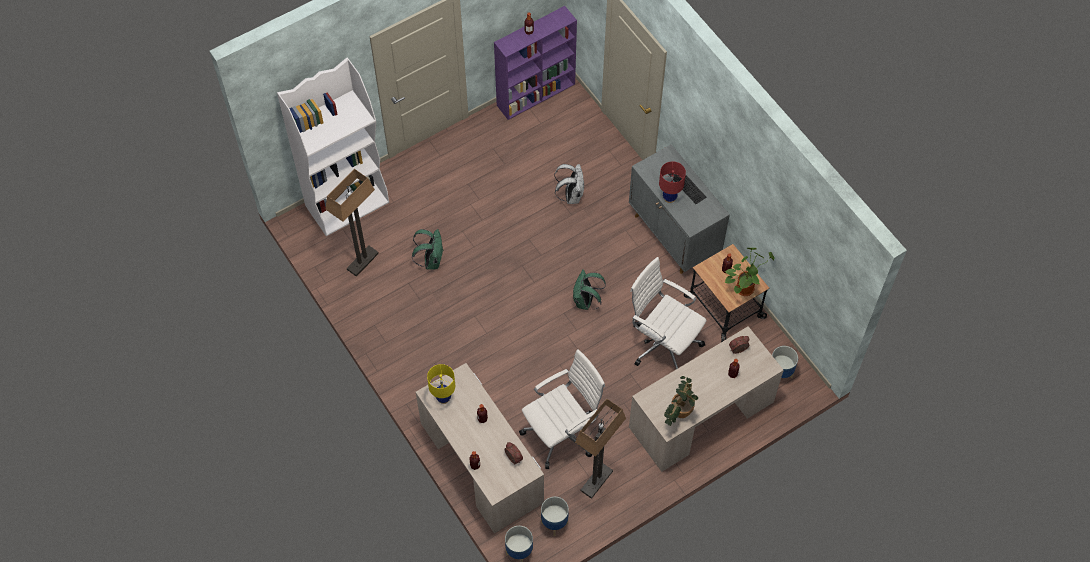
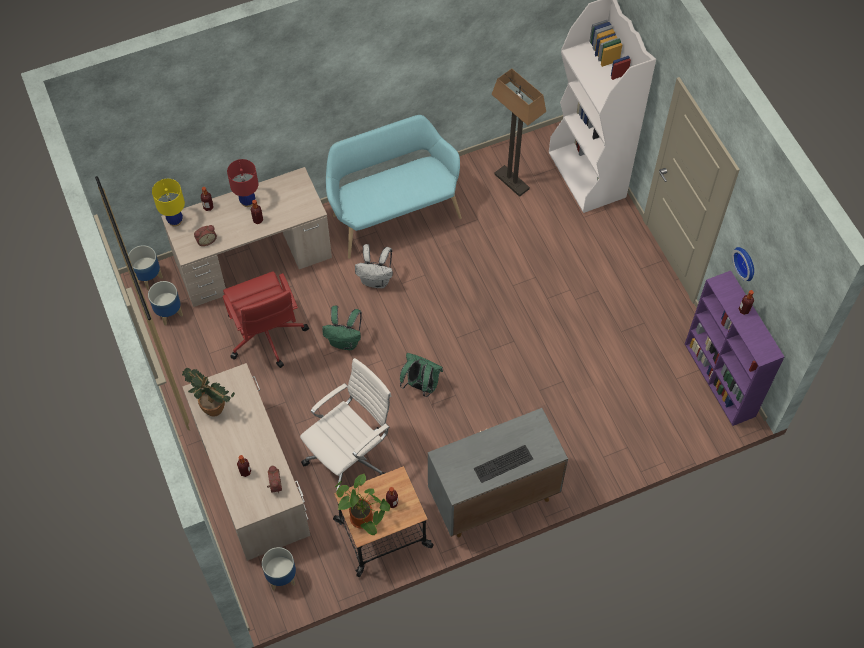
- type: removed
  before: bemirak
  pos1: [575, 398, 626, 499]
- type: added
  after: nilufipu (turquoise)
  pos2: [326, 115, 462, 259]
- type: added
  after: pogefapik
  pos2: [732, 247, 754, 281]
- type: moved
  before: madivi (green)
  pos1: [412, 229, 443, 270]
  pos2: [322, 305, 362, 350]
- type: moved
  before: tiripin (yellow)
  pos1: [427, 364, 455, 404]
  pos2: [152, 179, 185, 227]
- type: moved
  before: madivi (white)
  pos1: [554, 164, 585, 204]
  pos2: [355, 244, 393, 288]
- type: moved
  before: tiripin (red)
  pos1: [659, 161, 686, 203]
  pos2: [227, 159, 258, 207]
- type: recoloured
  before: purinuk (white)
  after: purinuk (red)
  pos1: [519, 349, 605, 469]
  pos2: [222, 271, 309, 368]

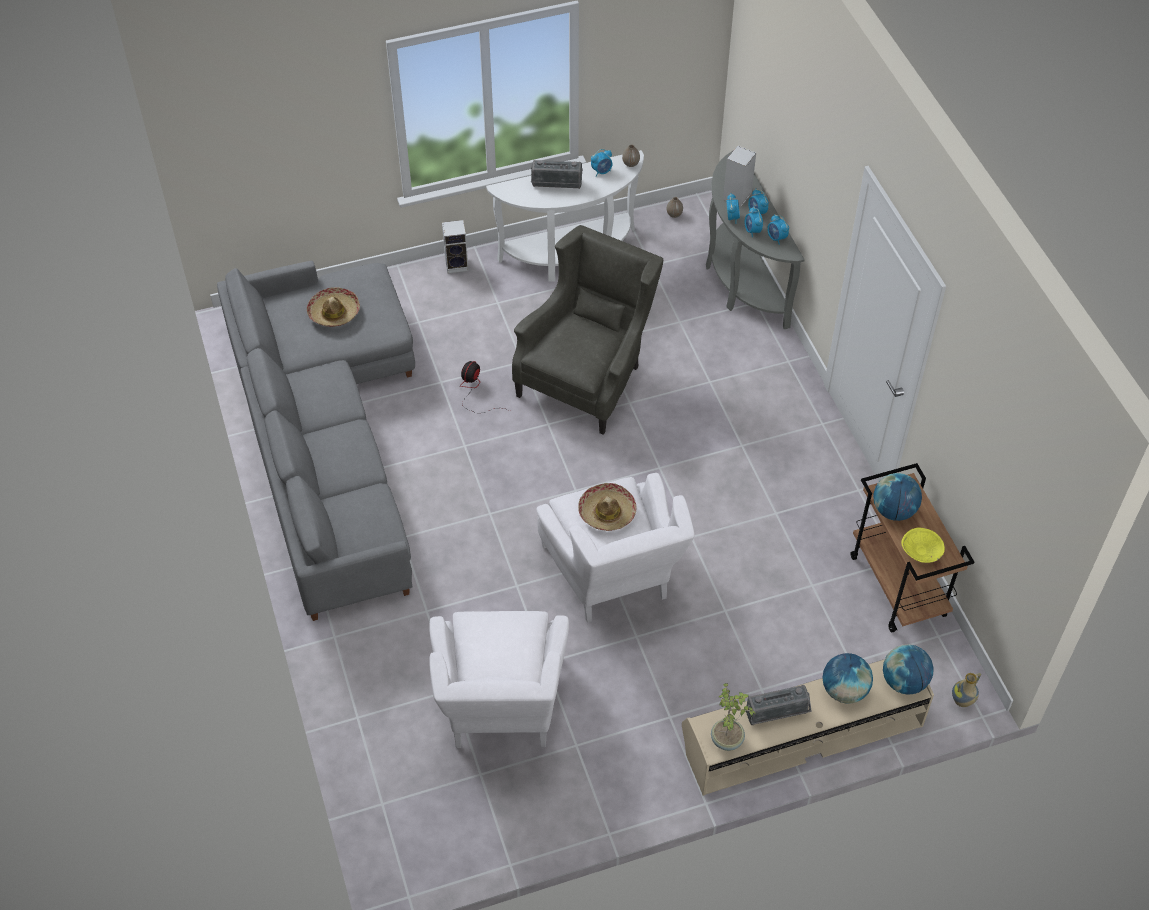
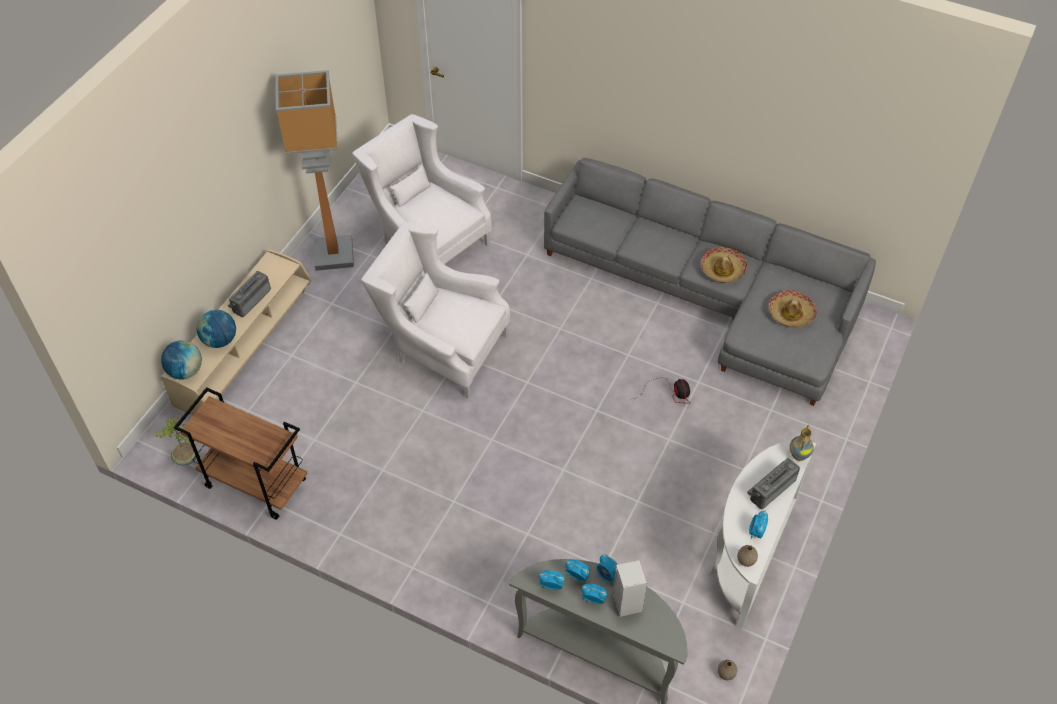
- type: removed
  before: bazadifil
  pos1: [442, 220, 469, 274]
- type: removed
  before: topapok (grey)
  pos1: [512, 225, 663, 435]
- type: removed
  before: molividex
  pos1: [873, 473, 922, 521]
- type: removed
  before: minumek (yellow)
  pos1: [901, 528, 945, 563]
- type: added
  after: bemirak
  pos2: [275, 70, 354, 271]
- type: moved
  before: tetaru
  pos1: [578, 483, 637, 531]
  pos2: [701, 247, 747, 283]
- type: moved
  before: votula
  pos1: [711, 683, 755, 751]
  pos2: [156, 417, 197, 466]
- type: moved
  before: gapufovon
  pos1: [952, 673, 981, 707]
  pos2: [789, 425, 814, 461]

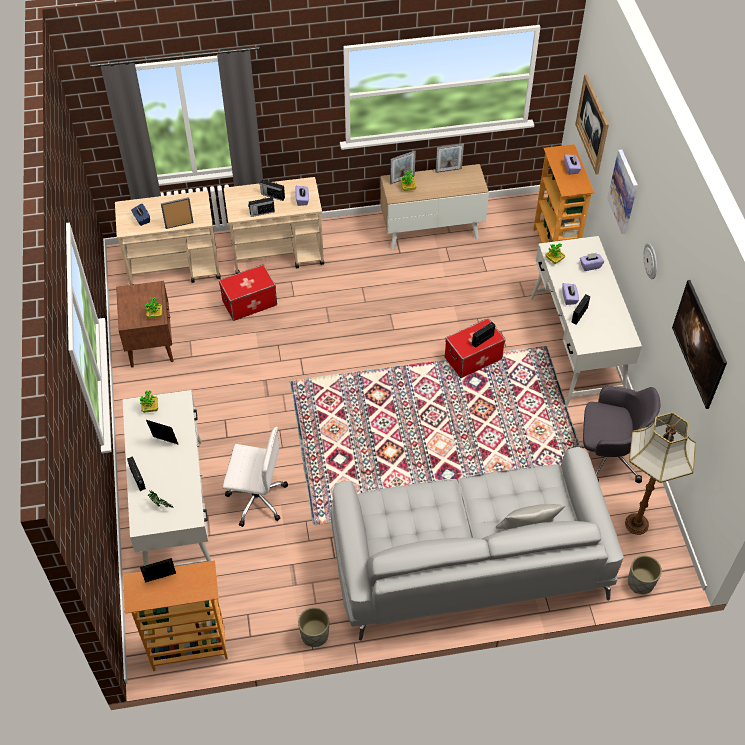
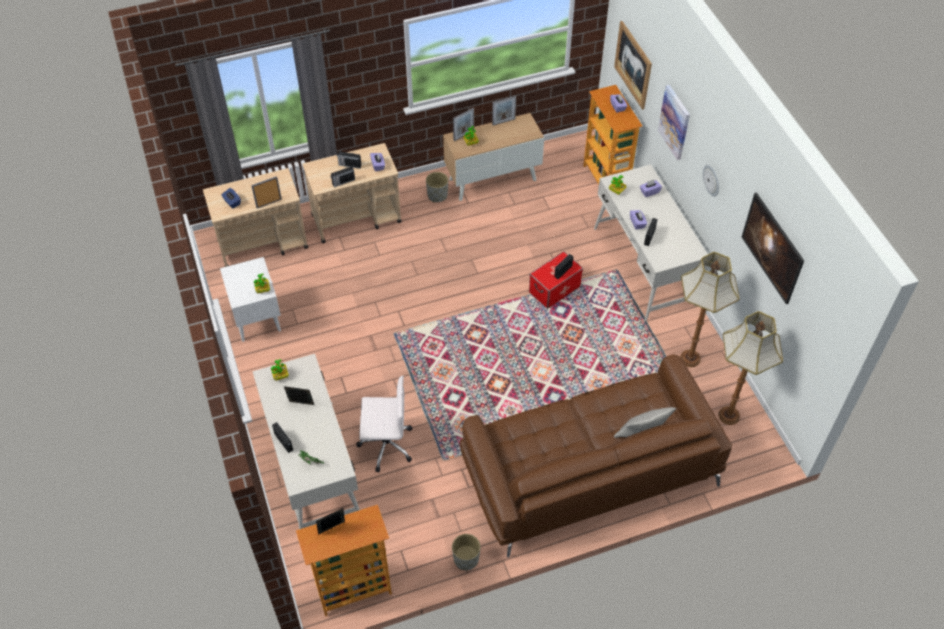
- type: removed
  before: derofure
  pos1: [219, 264, 277, 321]
- type: moved
  before: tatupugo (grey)
  pos1: [628, 555, 662, 594]
  pos2: [426, 172, 448, 202]
- type: replaced
  before: purinuk (grey)
  after: bemirak
  pos1: [573, 386, 661, 483]
  pos2: [680, 252, 740, 367]
- type: recoloured
  before: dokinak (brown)
  after: dokinak (white)
  pos1: [116, 281, 174, 368]
  pos2: [220, 257, 281, 342]
- type: recoloured
  before: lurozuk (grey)
  after: lurozuk (brown)
  pos1: [331, 447, 624, 640]
  pos2: [460, 354, 732, 557]

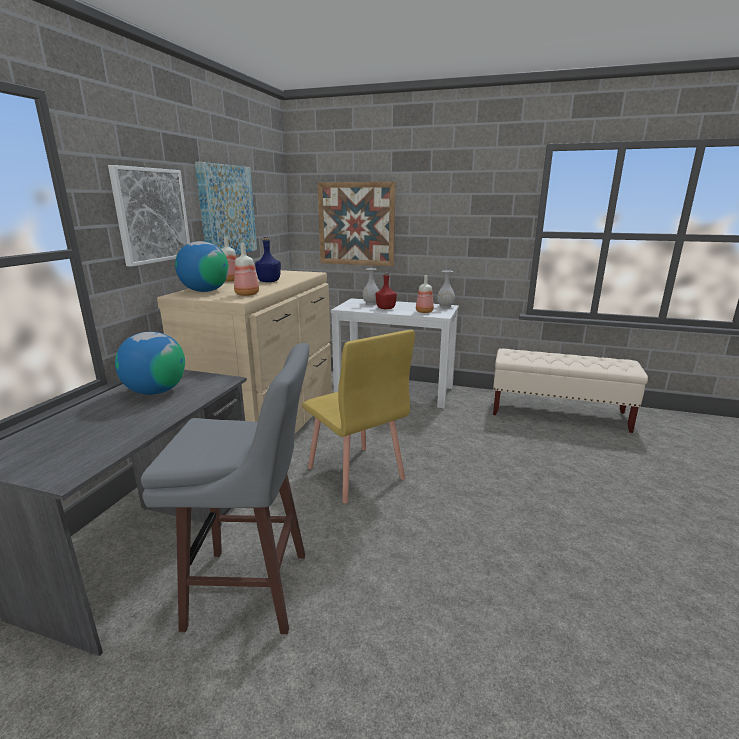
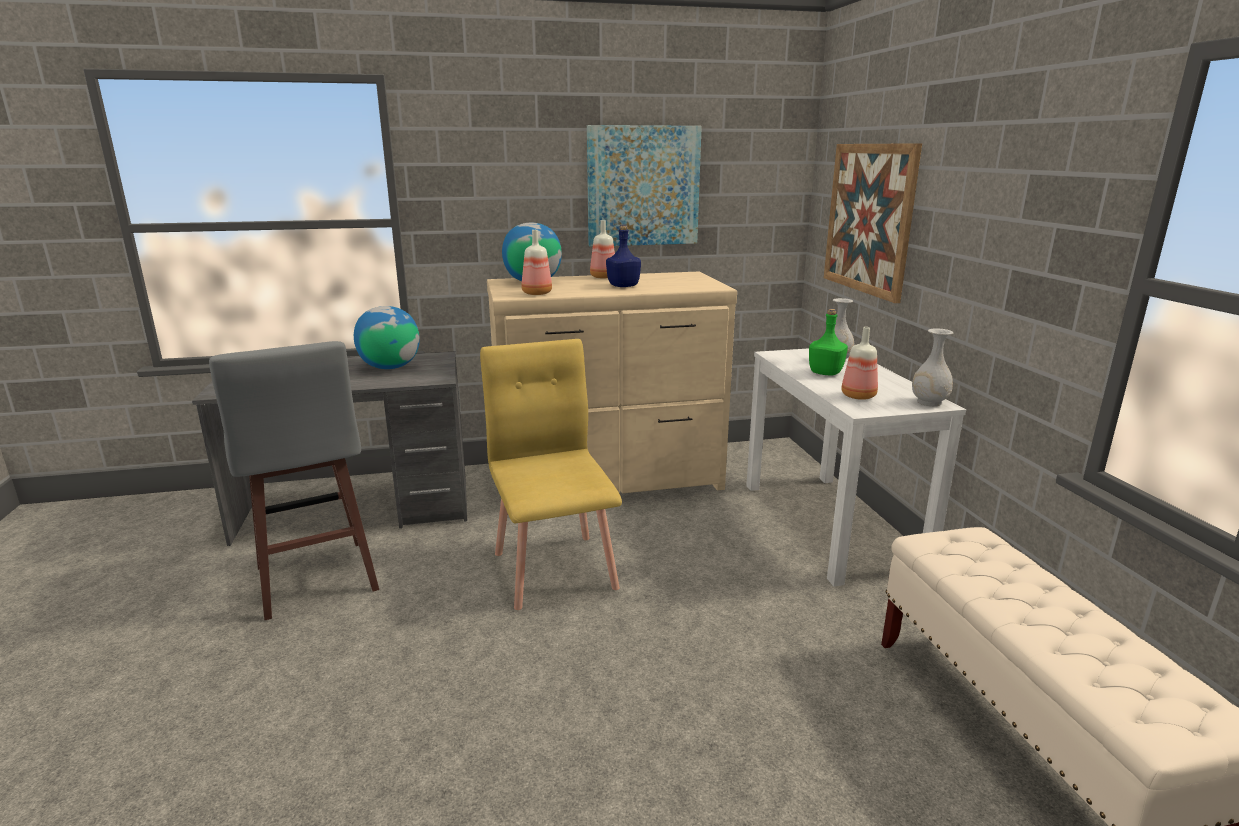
- type: removed
  before: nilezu
  pos1: [108, 165, 190, 267]
- type: recoloured
  before: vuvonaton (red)
  after: vuvonaton (green)
  pos1: [376, 272, 397, 309]
  pos2: [809, 309, 848, 375]
- type: turned
  before: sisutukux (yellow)
  pos1: [302, 330, 415, 503]
  pos2: [480, 339, 622, 610]
  turn: 135

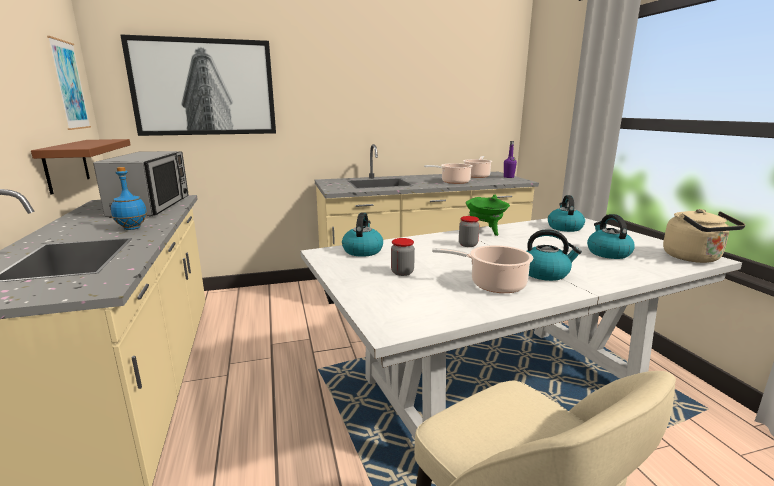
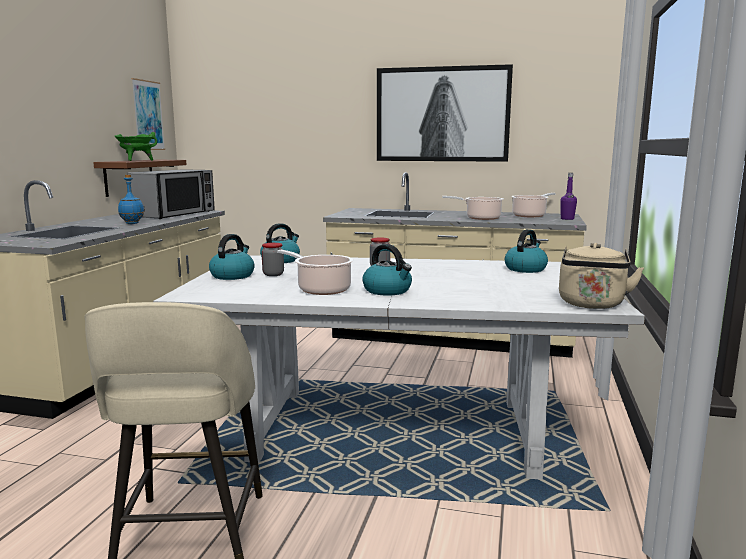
- type: moved
  before: nilezu
  pos1: [120, 34, 276, 136]
  pos2: [377, 64, 513, 162]
- type: moved
  before: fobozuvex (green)
  pos1: [465, 195, 510, 236]
  pos2: [115, 132, 157, 161]
- type: moved
  before: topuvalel
  pos1: [587, 214, 635, 259]
  pos2: [209, 234, 255, 280]

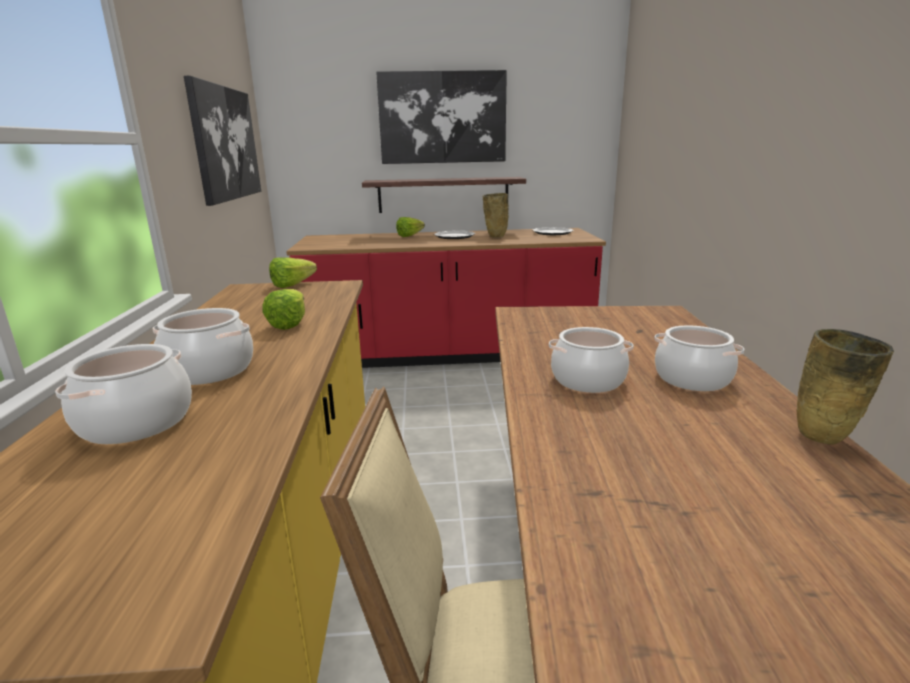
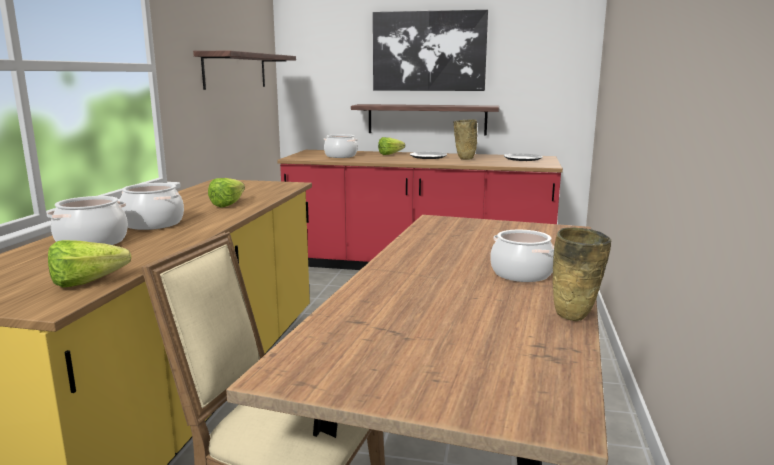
- type: moved
  before: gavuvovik
  pos1: [269, 257, 317, 288]
  pos2: [48, 240, 132, 288]
- type: moved
  before: fobozuvex
  pos1: [549, 327, 634, 393]
  pos2: [324, 134, 358, 158]
- type: replaced
  before: nilezu
  after: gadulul
  pos1: [184, 76, 261, 206]
  pos2: [193, 51, 296, 90]

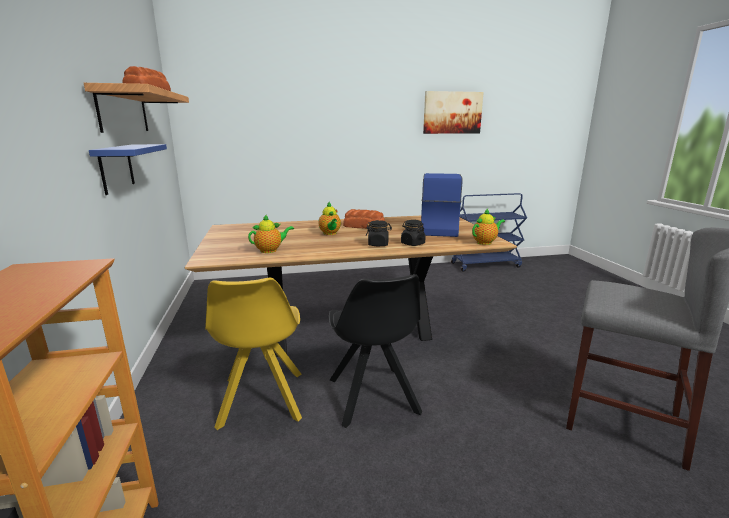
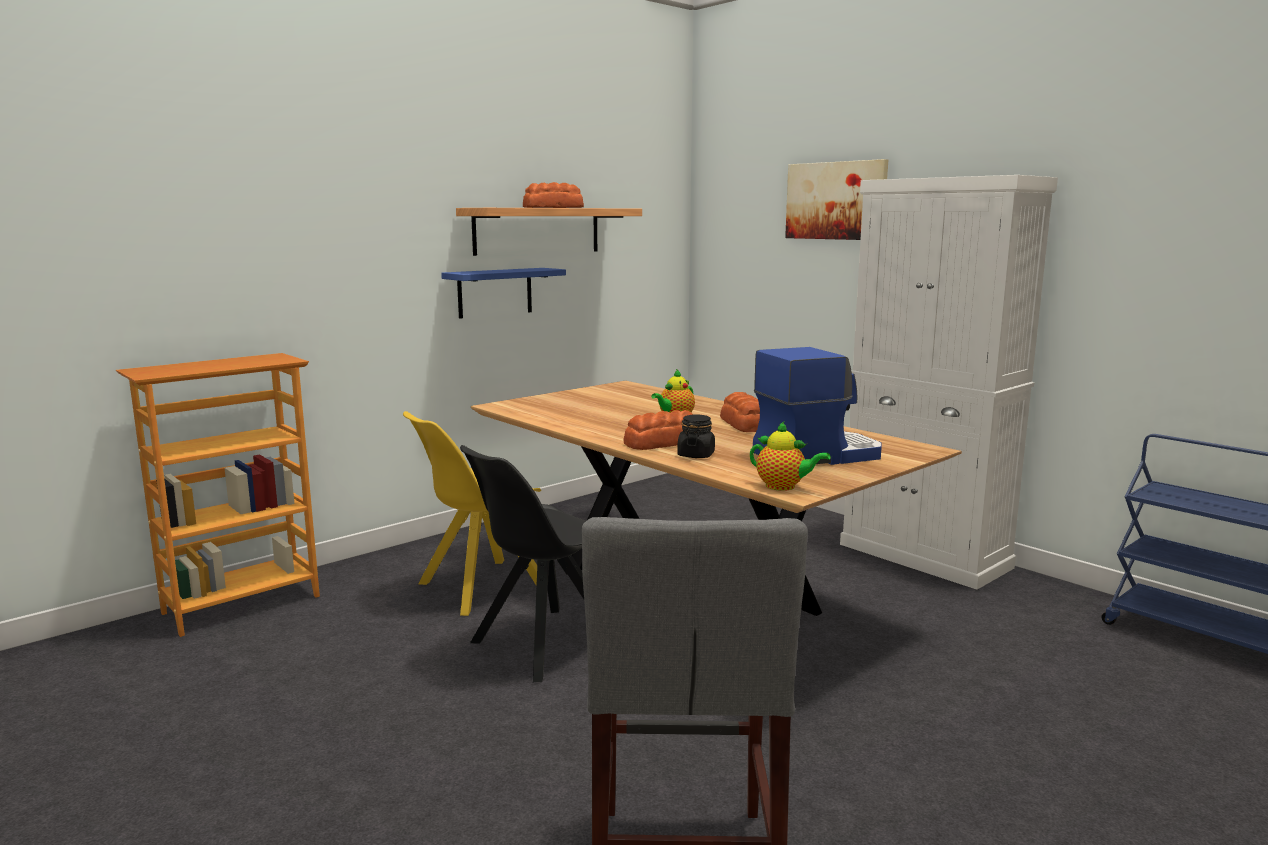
- type: removed
  before: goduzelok
  pos1: [248, 214, 294, 253]
- type: added
  after: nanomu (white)
  pos2: [840, 175, 1058, 590]
- type: moved
  before: nilezu
  pos1: [423, 91, 484, 134]
  pos2: [785, 159, 888, 240]
- type: replaced
  before: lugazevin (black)
  after: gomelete
  pos1: [366, 220, 392, 246]
  pos2: [624, 410, 693, 450]

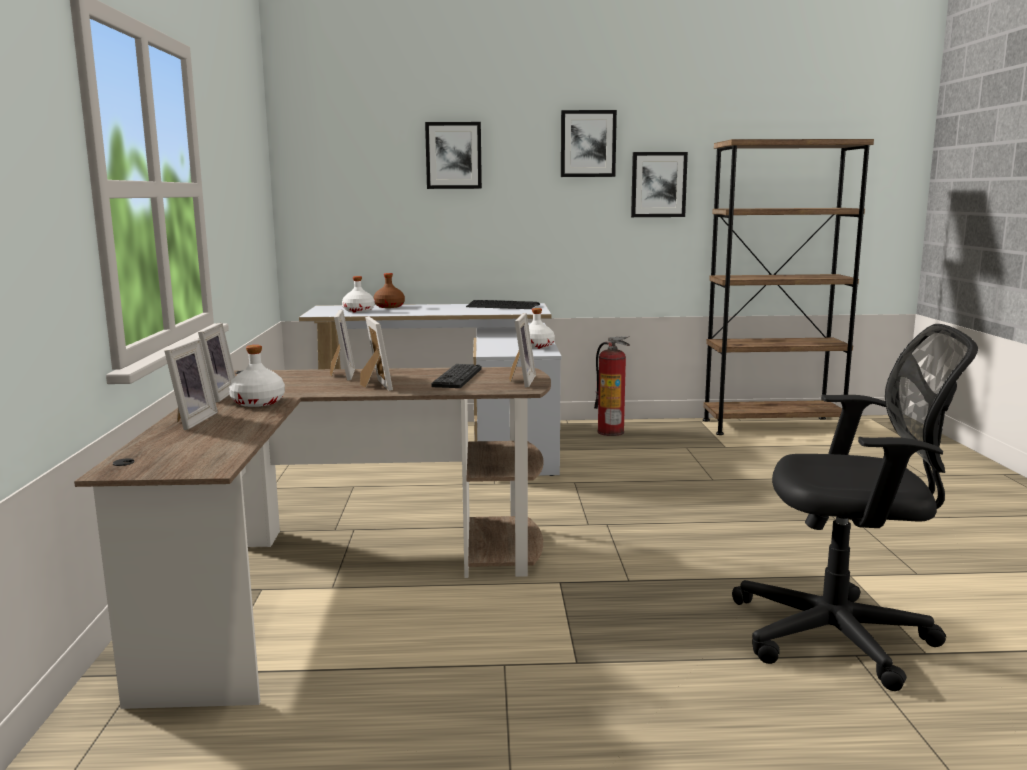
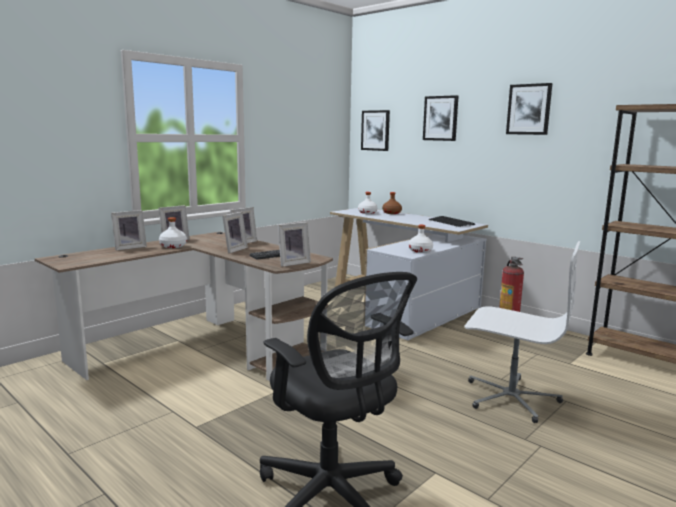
- type: added
  after: purinuk (white)
  pos2: [465, 241, 580, 423]
- type: moved
  before: nilezu
  pos1: [631, 152, 688, 217]
  pos2: [361, 110, 390, 151]

